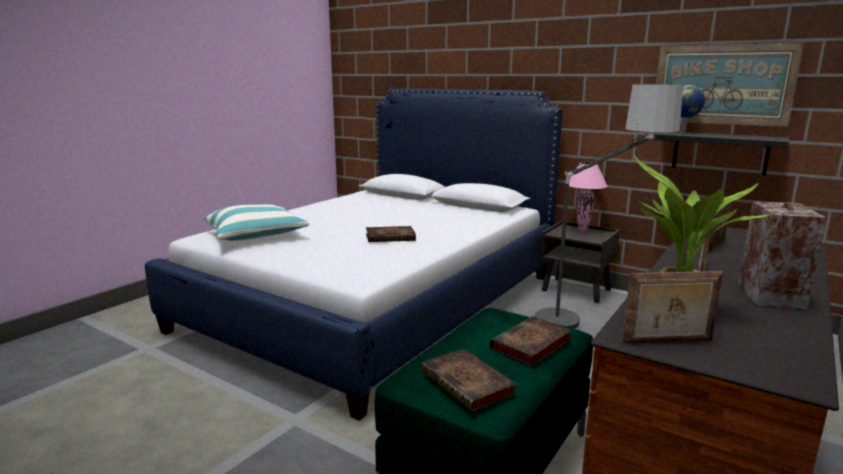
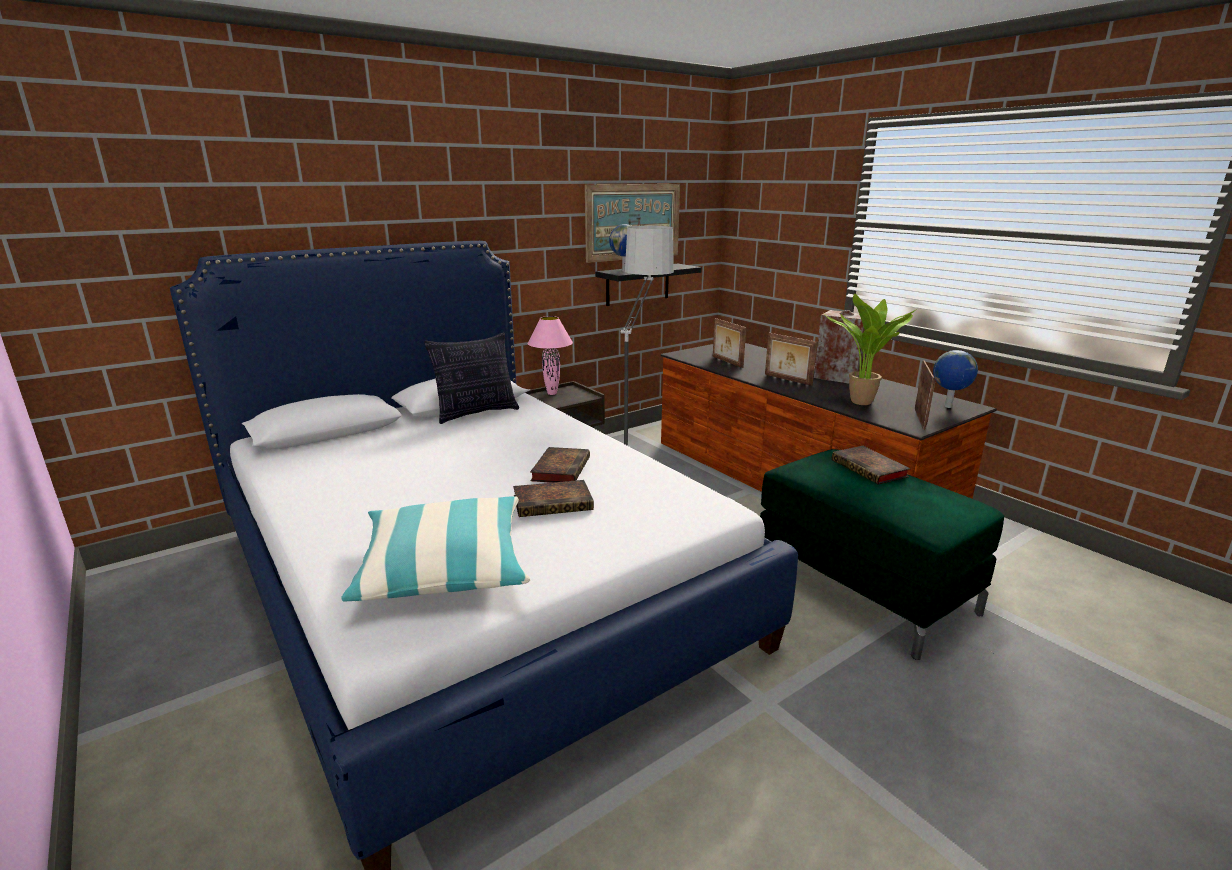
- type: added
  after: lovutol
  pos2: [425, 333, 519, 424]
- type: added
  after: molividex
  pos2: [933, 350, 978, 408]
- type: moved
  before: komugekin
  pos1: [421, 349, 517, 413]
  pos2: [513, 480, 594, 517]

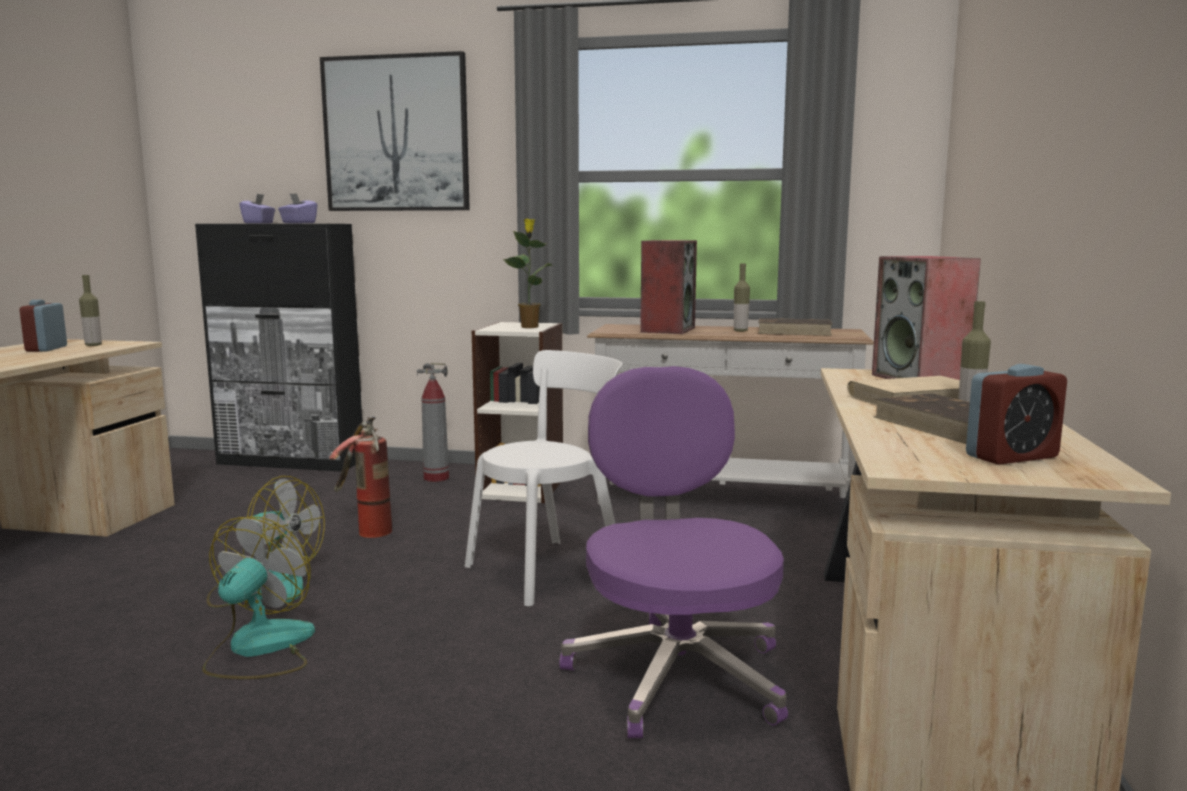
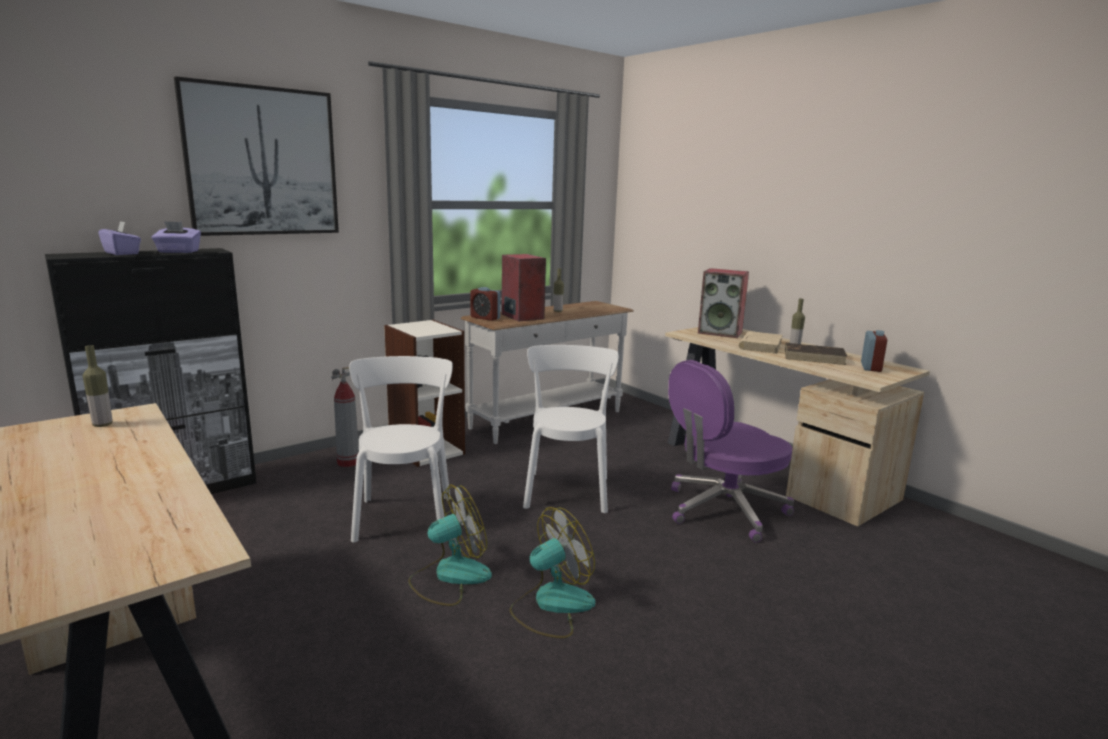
- type: removed
  before: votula
  pos1: [504, 218, 553, 328]
- type: removed
  before: komugekin (brown)
  pos1: [758, 318, 832, 336]
- type: moved
  before: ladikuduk
  pos1: [20, 300, 67, 352]
  pos2: [470, 287, 500, 321]
- type: replaced
  before: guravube
  after: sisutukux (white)
  pos1: [329, 416, 392, 538]
  pos2: [349, 356, 453, 542]
- type: turned
  before: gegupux
  pos1: [203, 516, 315, 679]
  pos2: [510, 507, 595, 638]
  turn: 90
- type: turned
  before: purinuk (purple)
  pos1: [560, 366, 788, 738]
  pos2: [668, 360, 794, 543]
  turn: -60

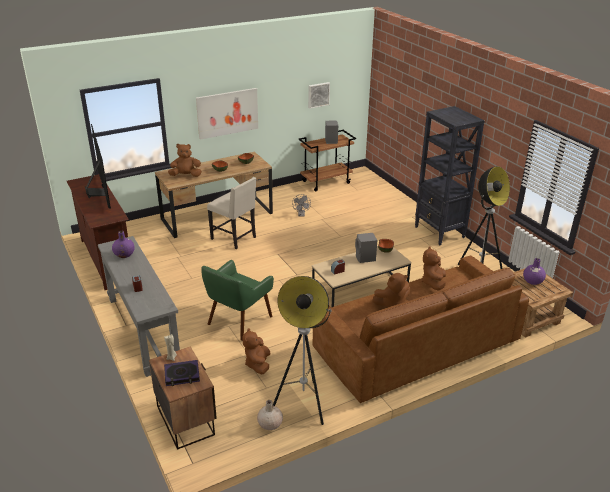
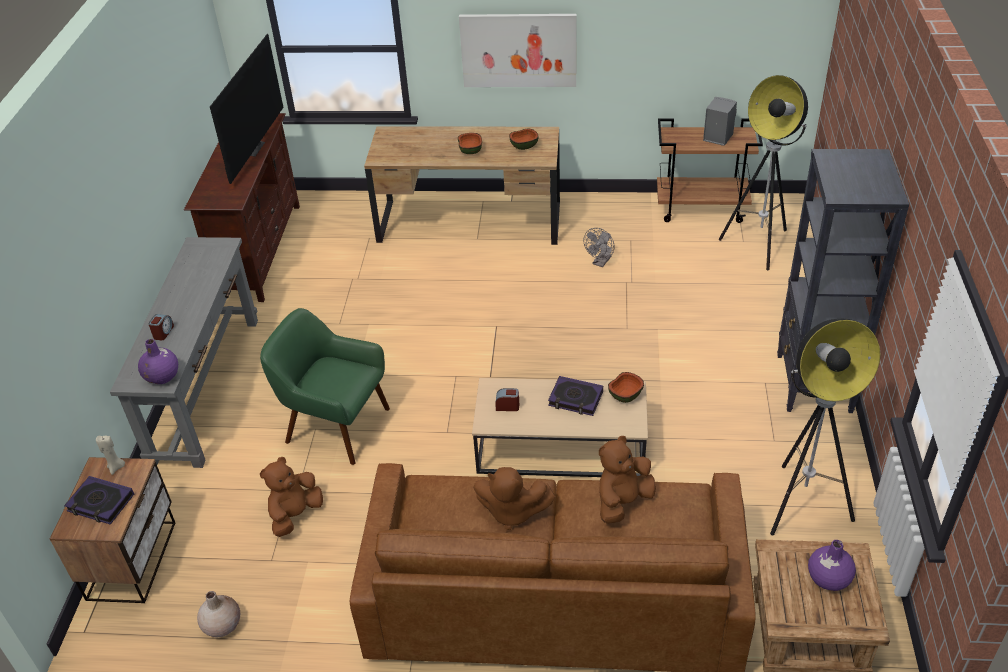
- type: removed
  before: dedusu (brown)
  pos1: [168, 144, 202, 177]
- type: removed
  before: sisutukux (beige)
  pos1: [207, 177, 256, 249]
- type: removed
  before: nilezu
  pos1: [308, 82, 330, 109]
- type: moved
  before: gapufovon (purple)
  pos1: [112, 231, 135, 258]
  pos2: [138, 339, 178, 384]
- type: moved
  before: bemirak
  pos1: [273, 276, 332, 425]
  pos2: [719, 75, 808, 270]
- type: replaced
  before: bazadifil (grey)
  after: komugekin
  pos1: [355, 233, 377, 263]
  pos2: [548, 376, 603, 416]
- type: turned
  before: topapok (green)
  pos1: [201, 260, 274, 341]
  pos2: [260, 308, 390, 465]
  turn: 45

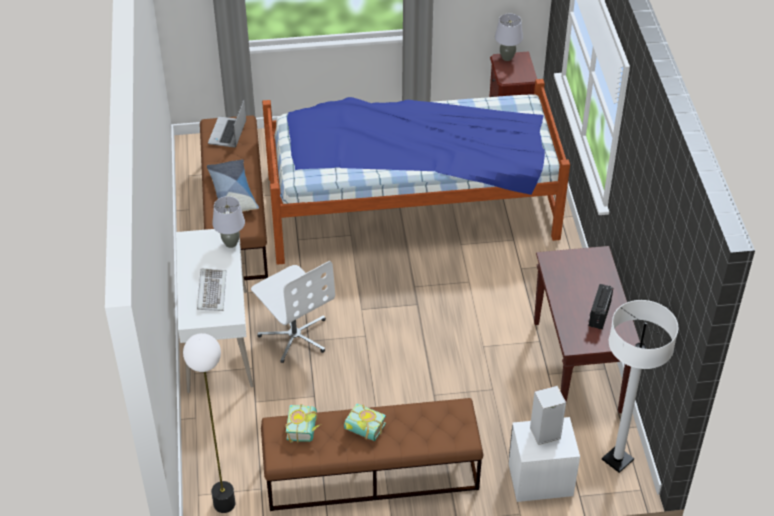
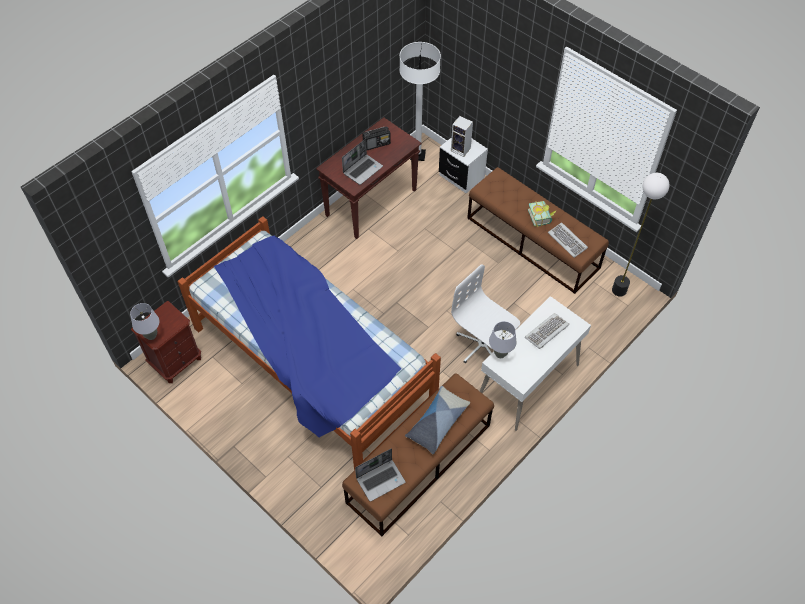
- type: added
  after: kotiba
  pos2: [342, 139, 383, 185]
- type: replaced
  before: komugekin
  after: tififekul
  pos1: [285, 404, 320, 443]
  pos2: [548, 223, 588, 258]
- type: turned
  before: purinuk (white)
  pos1: [251, 261, 335, 363]
  pos2: [451, 264, 520, 363]
  turn: -60

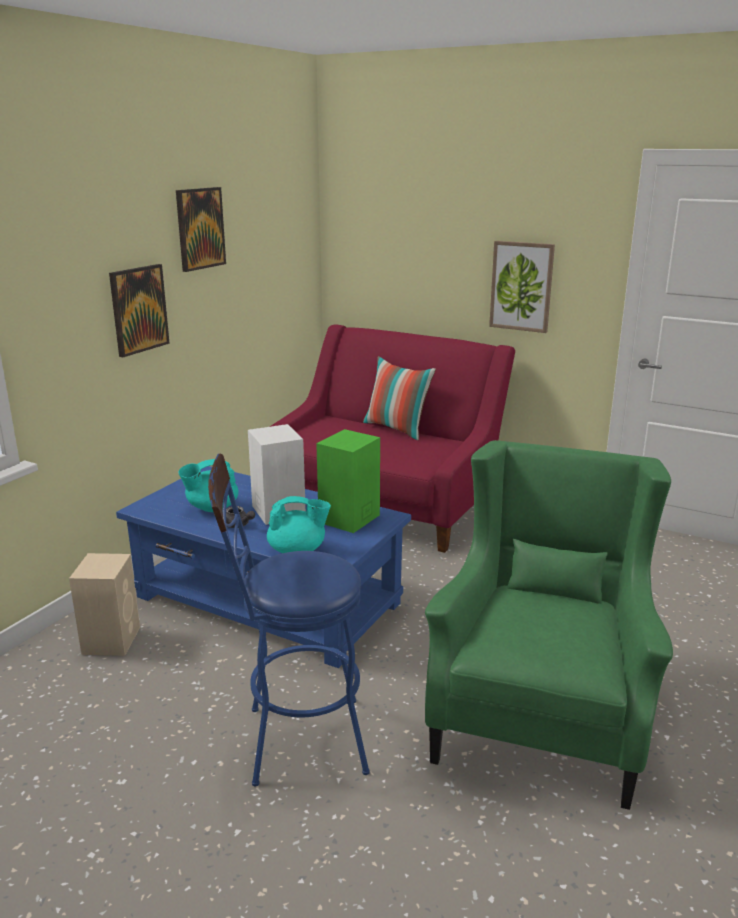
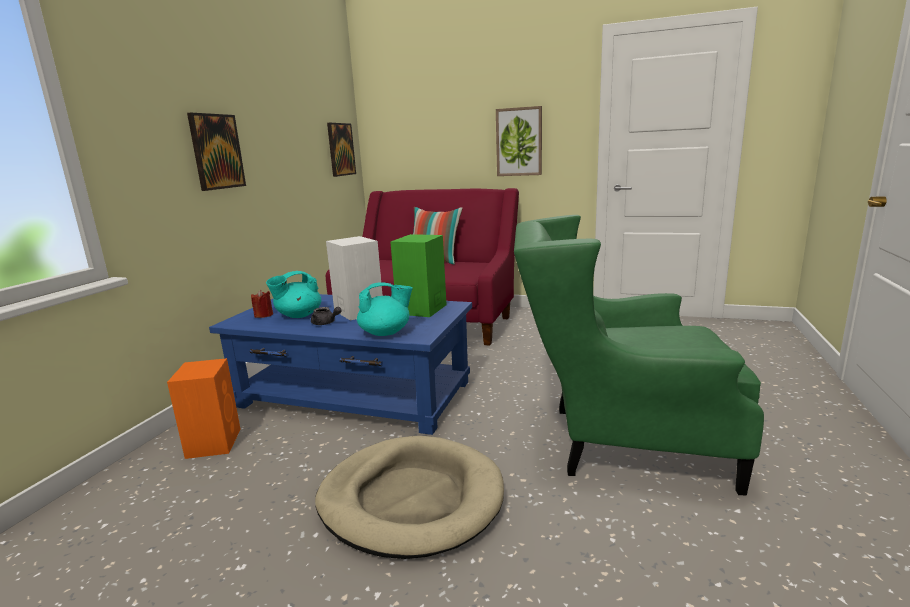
- type: added
  after: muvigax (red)
  pos2: [251, 290, 273, 318]
- type: moved
  before: nilezu
  pos1: [176, 187, 226, 272]
  pos2: [327, 123, 356, 177]
- type: replaced
  before: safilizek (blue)
  after: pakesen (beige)
  pos1: [208, 454, 370, 787]
  pos2: [315, 436, 504, 559]
- type: recoloured
  before: bazadifil (beige)
  after: bazadifil (orange)
  pos1: [69, 553, 140, 656]
  pos2: [167, 358, 241, 459]
- type: turned
  before: topapok (green)
  pos1: [425, 440, 673, 810]
  pos2: [514, 215, 764, 496]
  turn: -90

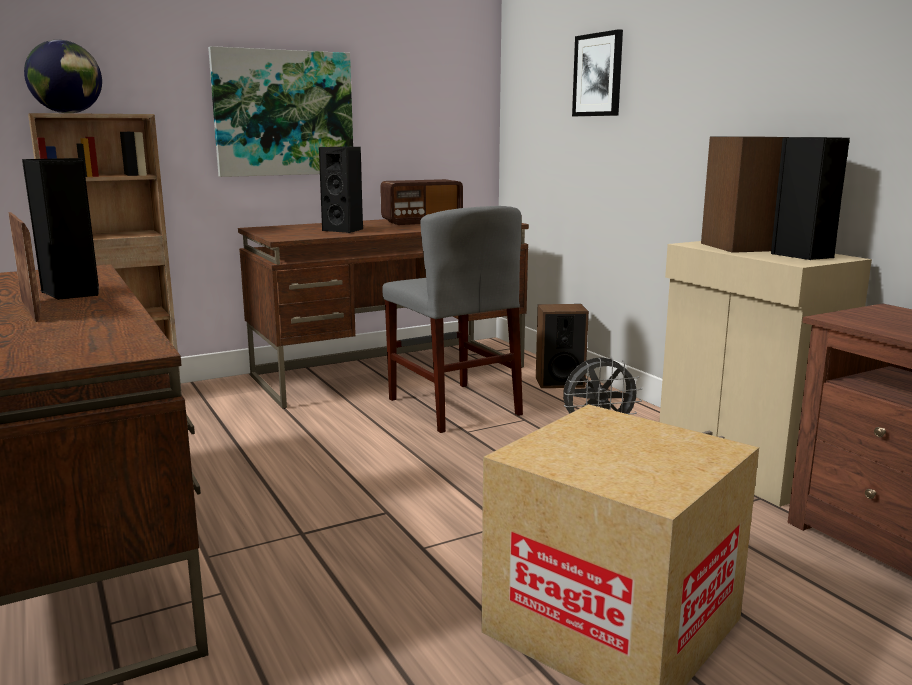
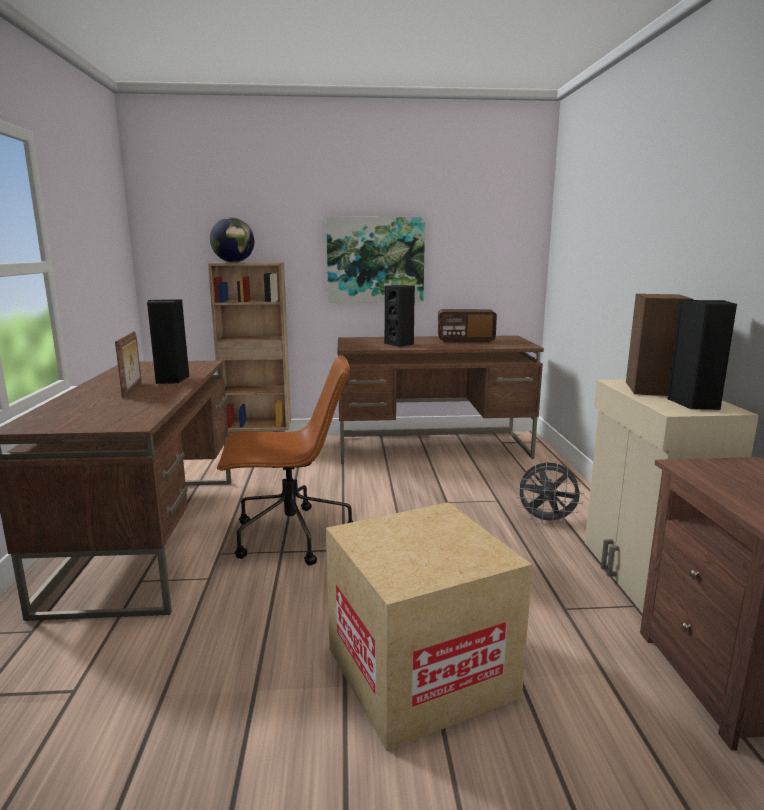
- type: removed
  before: sisutukux (grey)
  pos1: [382, 206, 523, 433]
- type: removed
  before: bazadifil
  pos1: [536, 304, 589, 388]
- type: removed
  before: nilezu
  pos1: [572, 29, 623, 116]
- type: added
  after: purinuk (brown)
  pos2: [217, 355, 353, 565]

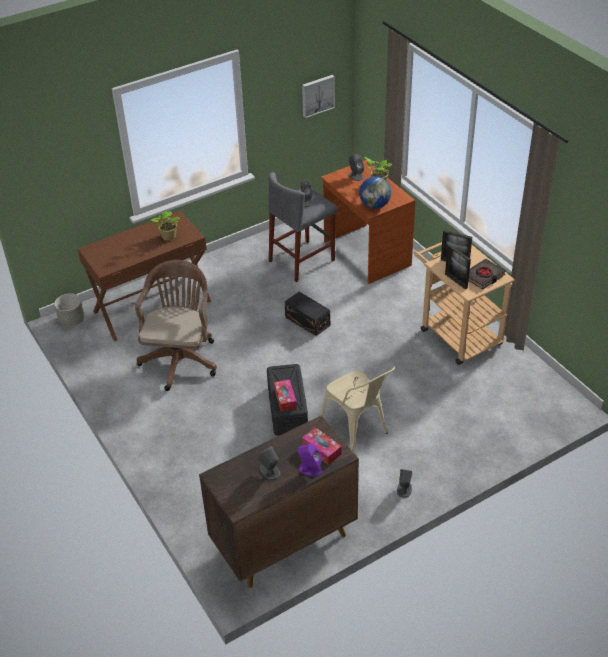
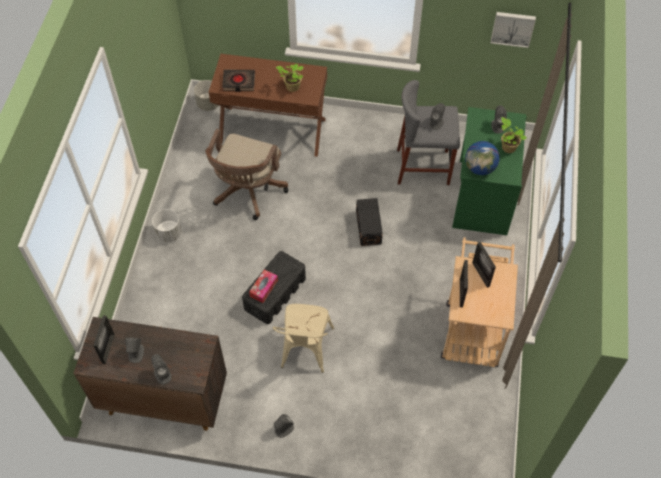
- type: removed
  before: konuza
  pos1: [302, 427, 342, 465]
- type: added
  after: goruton
  pos2: [93, 315, 115, 364]
- type: added
  after: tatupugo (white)
  pos2: [152, 209, 182, 243]
- type: moved
  before: komugekin (black)
  pos1: [468, 259, 506, 290]
  pos2: [222, 70, 255, 92]
- type: recoloured
  before: bazadifil (purple)
  after: bazadifil (grey)
  pos1: [297, 444, 322, 477]
  pos2: [151, 354, 172, 384]
- type: recoloured
  before: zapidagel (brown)
  after: zapidagel (green)
  pos1: [321, 160, 416, 284]
  pos2: [452, 107, 527, 235]
- type: turned
  before: purinuk (brown)
  pos1: [135, 260, 217, 391]
  pos2: [205, 129, 288, 220]
  turn: 150

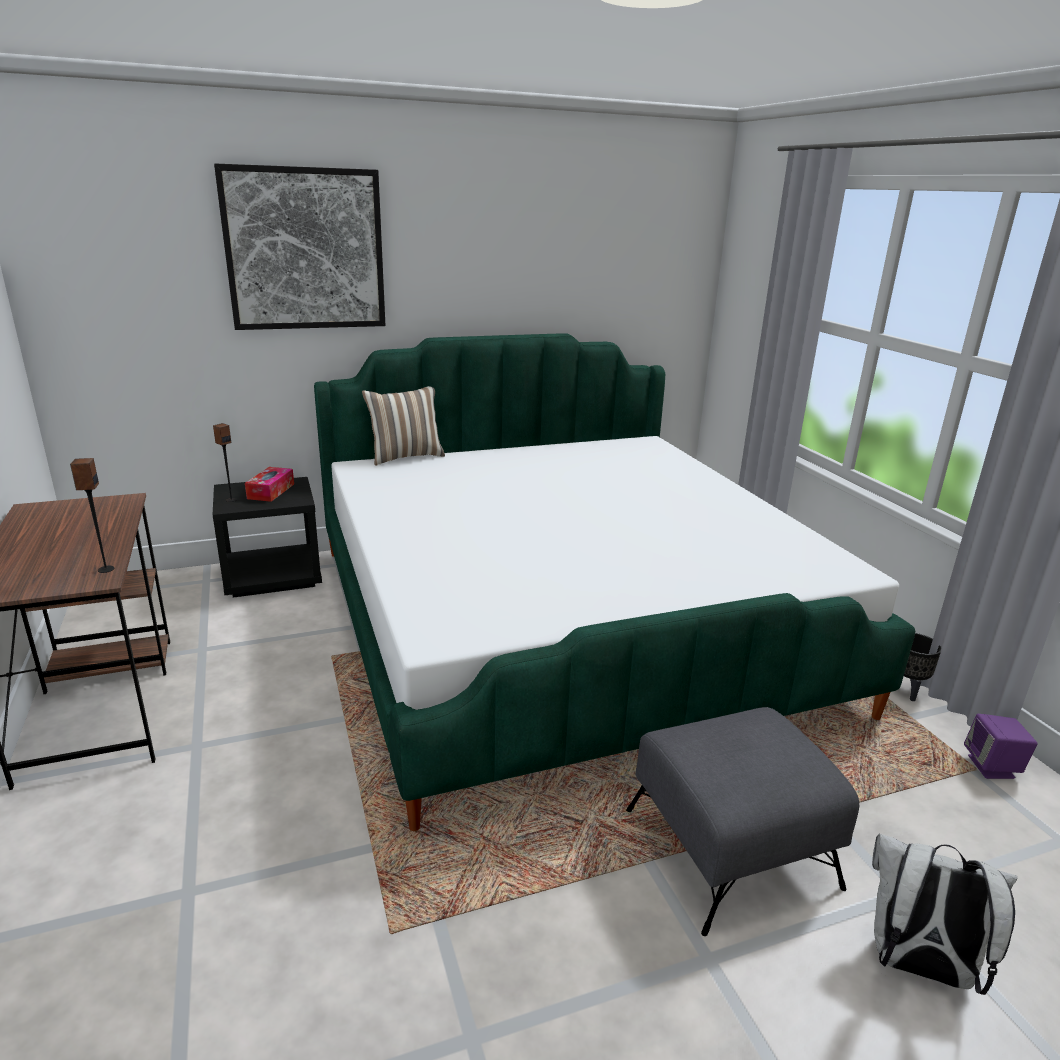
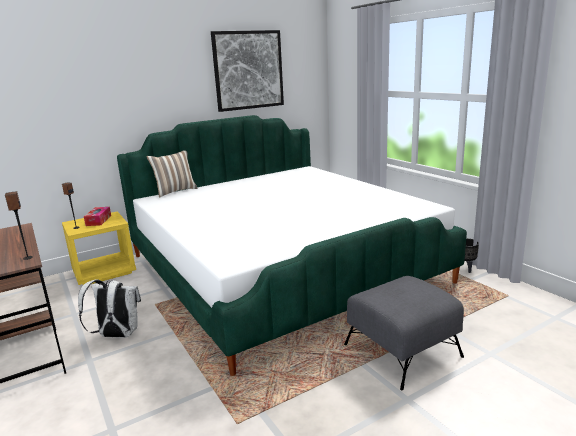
- type: removed
  before: bazadifil (purple)
  pos1: [964, 714, 1038, 779]
- type: moved
  before: nilezu
  pos1: [214, 163, 386, 330]
  pos2: [211, 30, 284, 112]
- type: moved
  before: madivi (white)
  pos1: [872, 834, 1017, 995]
  pos2: [78, 279, 141, 338]
- type: recoloured
  before: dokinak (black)
  after: dokinak (yellow)
  pos1: [213, 477, 322, 597]
  pos2: [62, 211, 136, 285]

